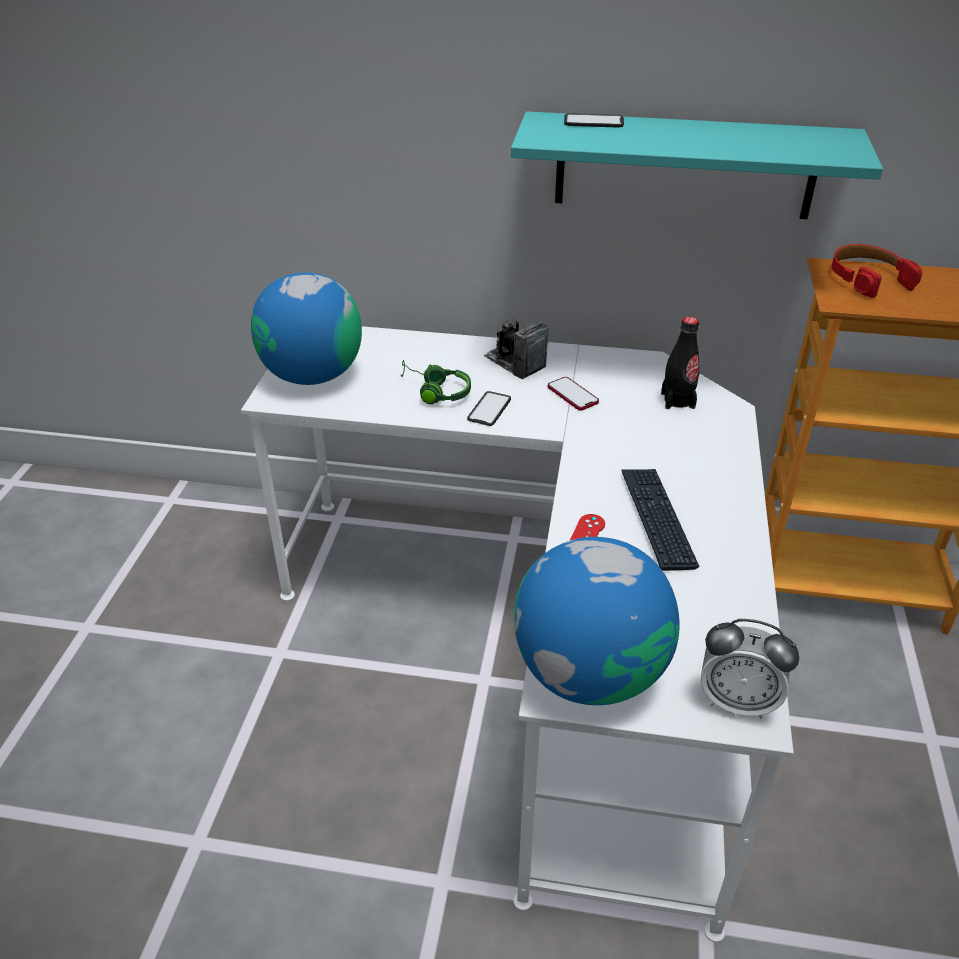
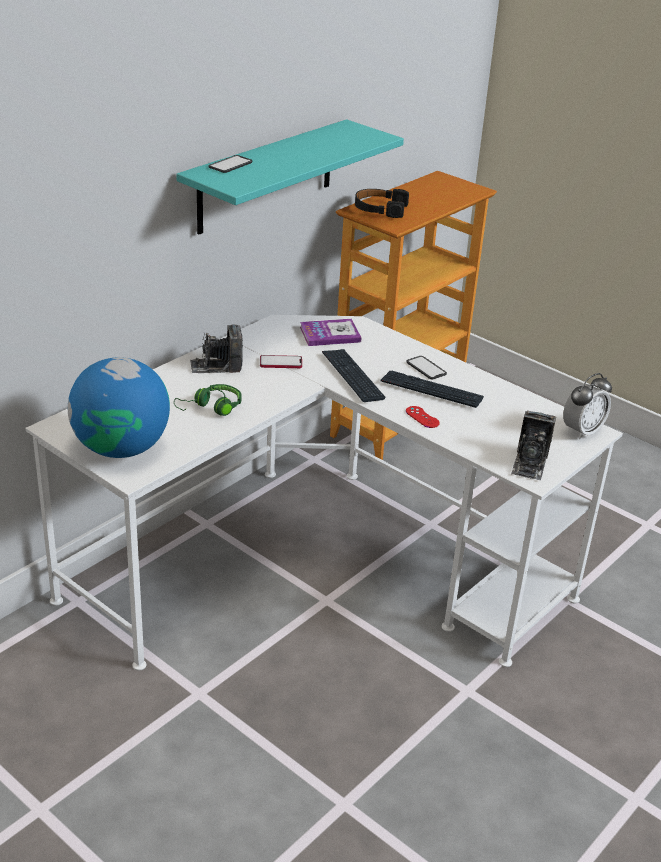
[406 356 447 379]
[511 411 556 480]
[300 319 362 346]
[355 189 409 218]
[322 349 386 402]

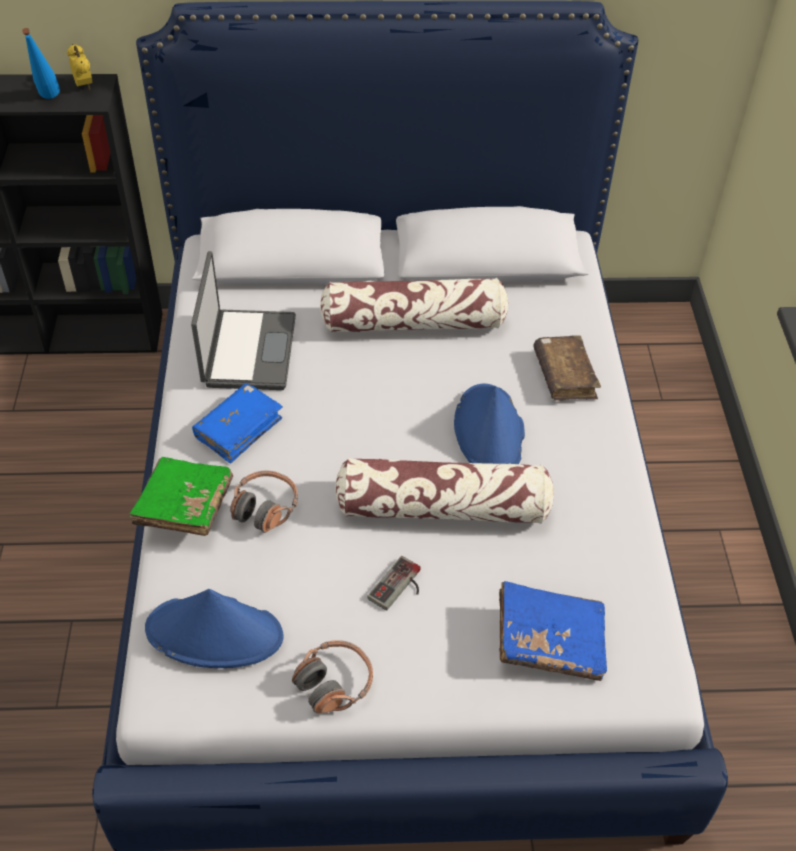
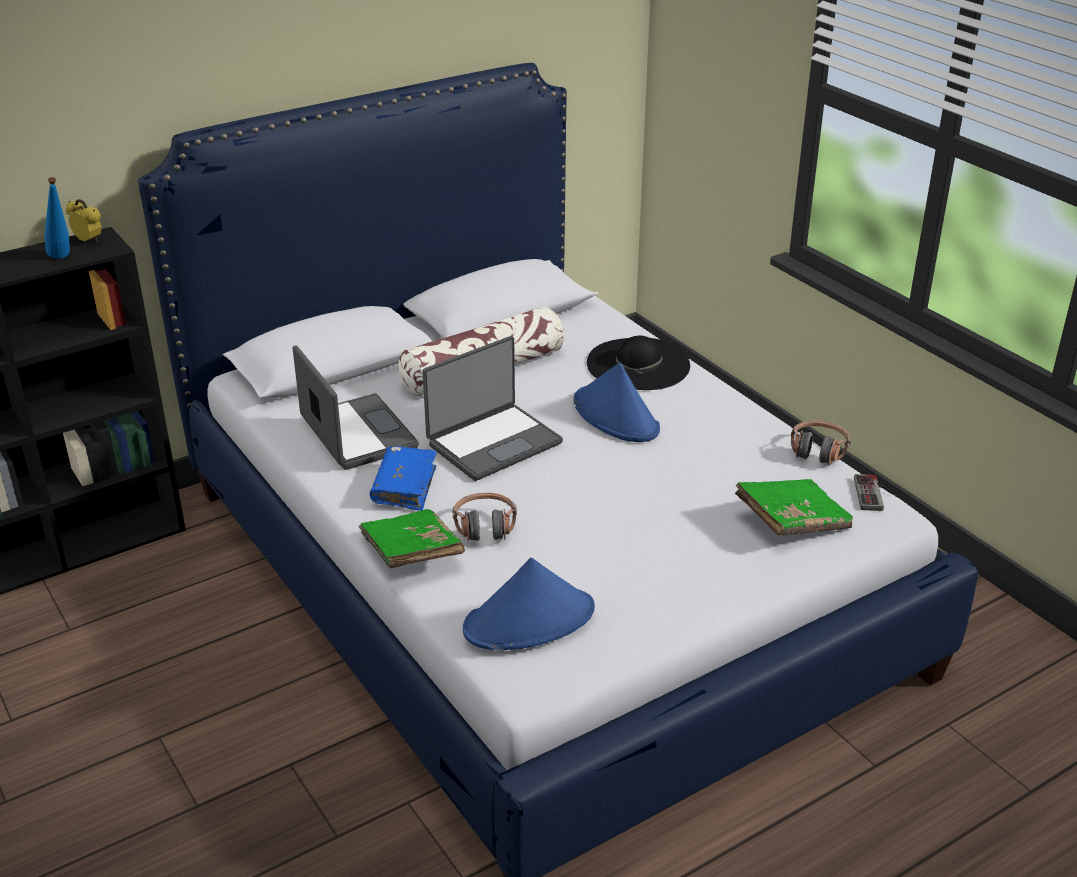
[791 420 851 465]
[335 458 554 524] (first image)
[854 474 892 511]
[735 479 853 536]
[587 335 690 390]
[423 336 563 481]

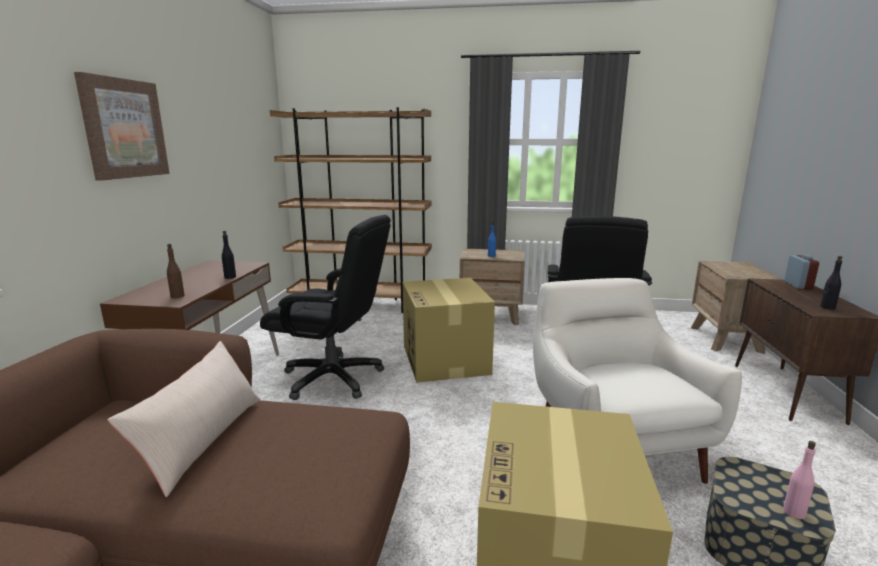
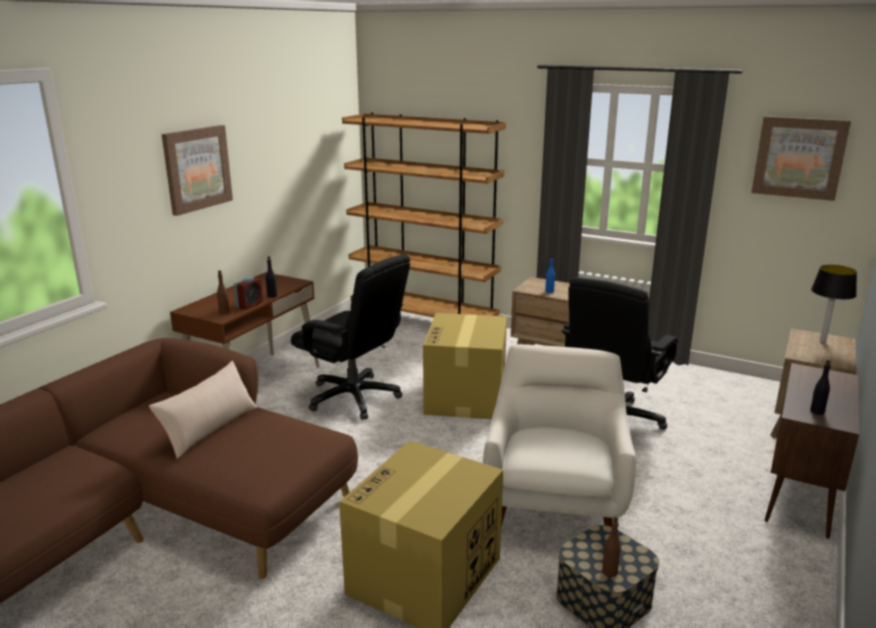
[602 516 621 577]
[234 276 263 310]
[751 116 851 201]
[811 265 857 343]

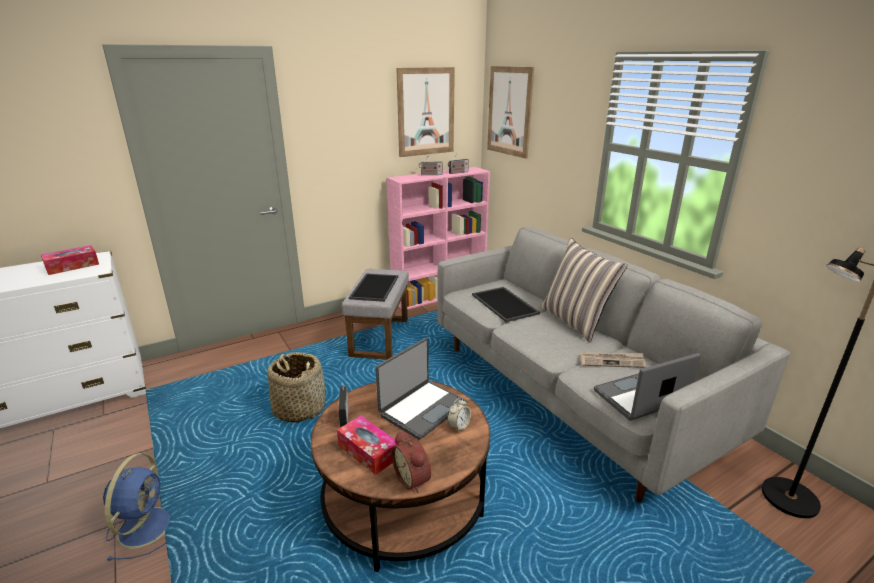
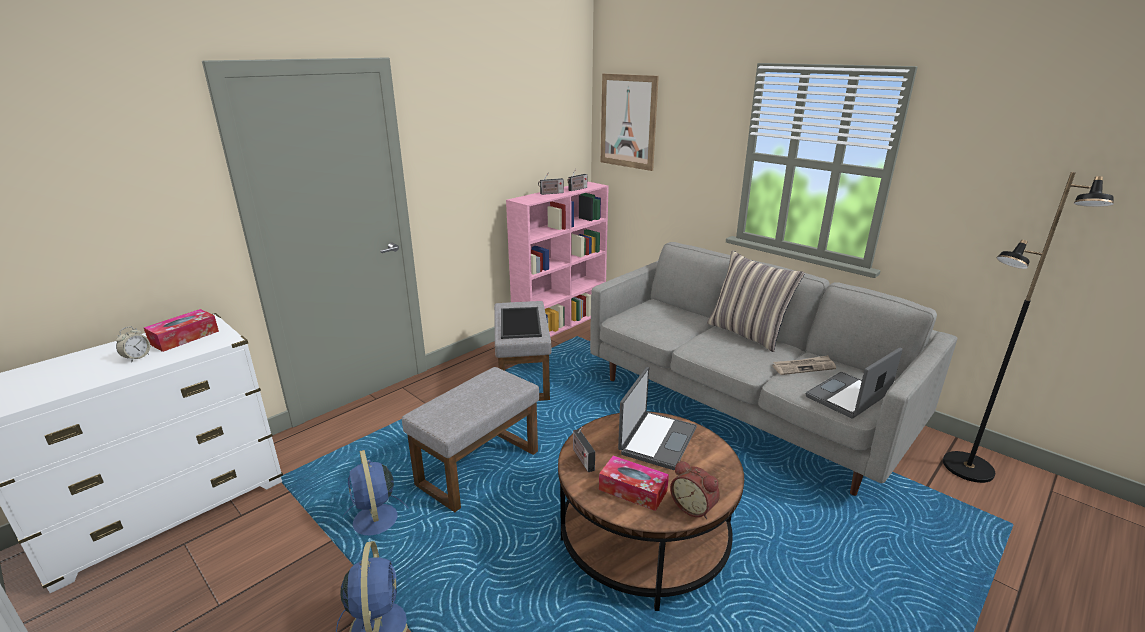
[402 367 539 512]
[396 67 455 157] (first image)
[116 327 150 362]
[472 287 540 322] (first image)
[343 450 409 535]

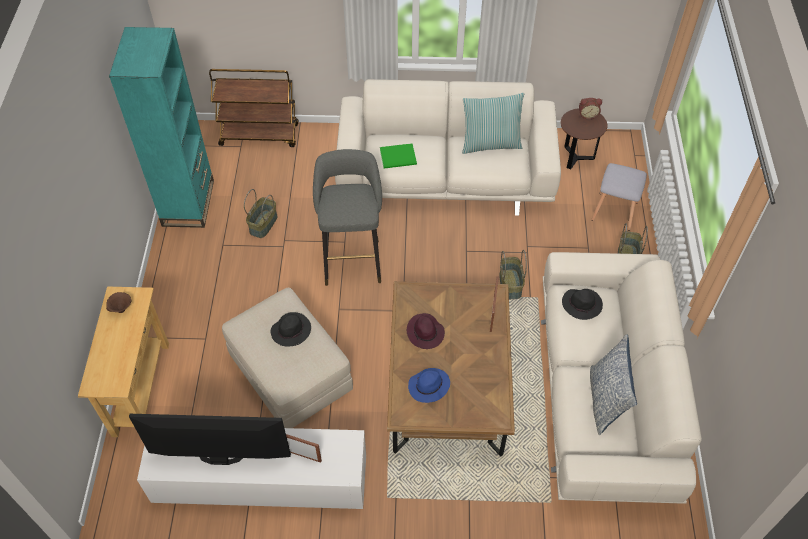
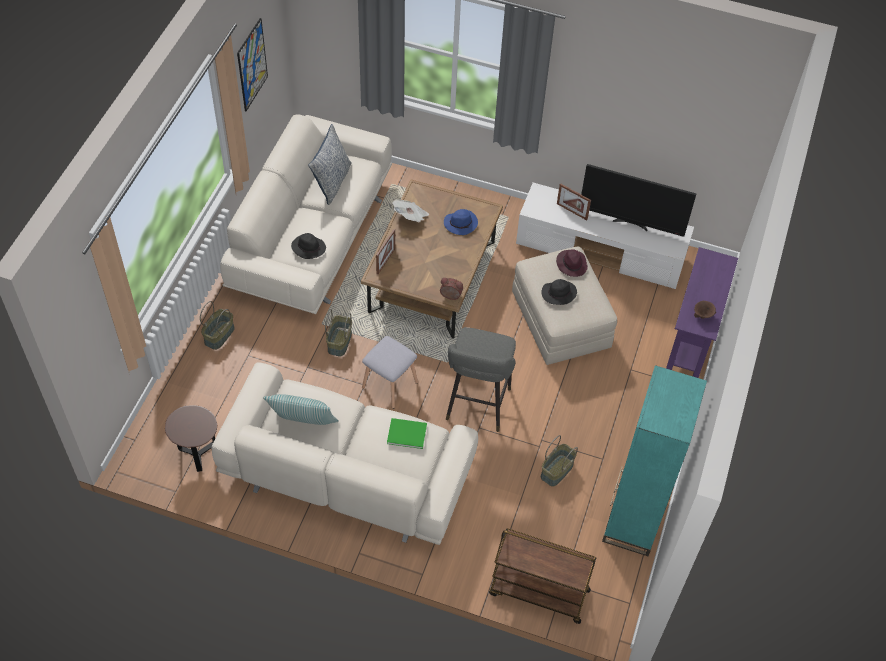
[666 247 738 378]
[556 249 588 277]
[440 278 463 300]
[362 336 418 409]
[237 18 268 111]
[392 199 429 222]

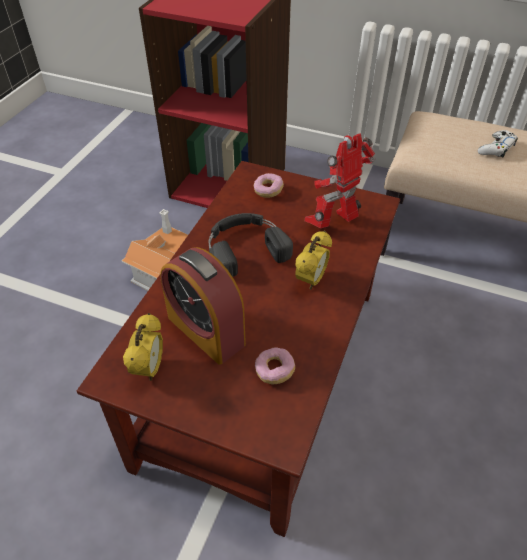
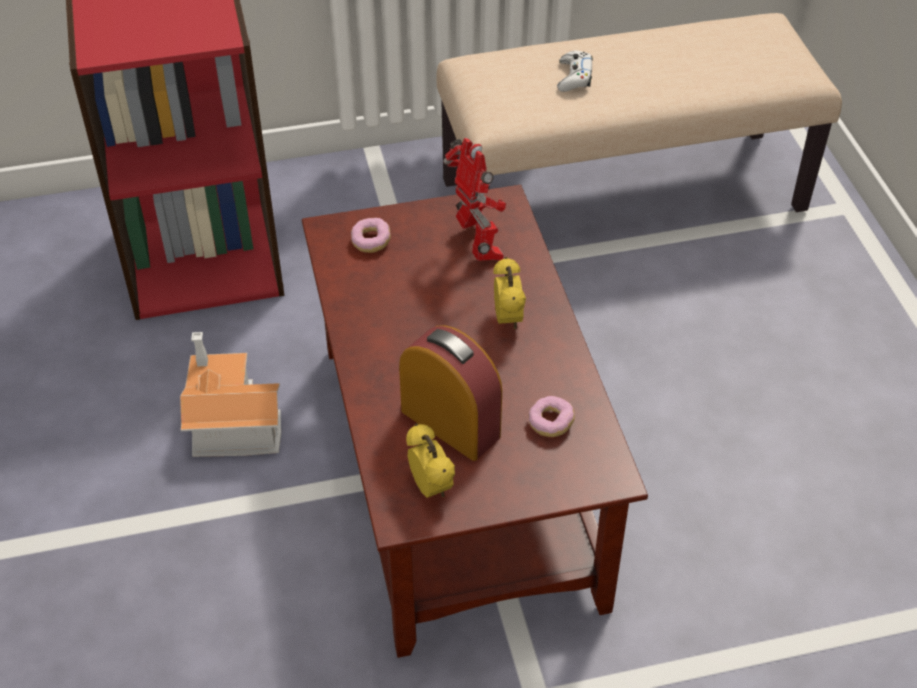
[399 325 502 461]
[208 213 293 277] (first image)
[443 138 506 261]

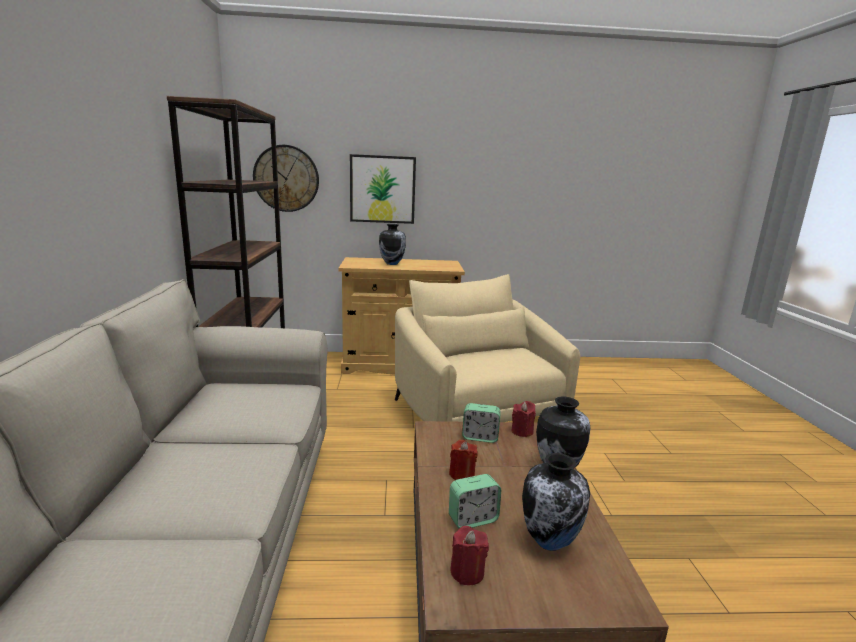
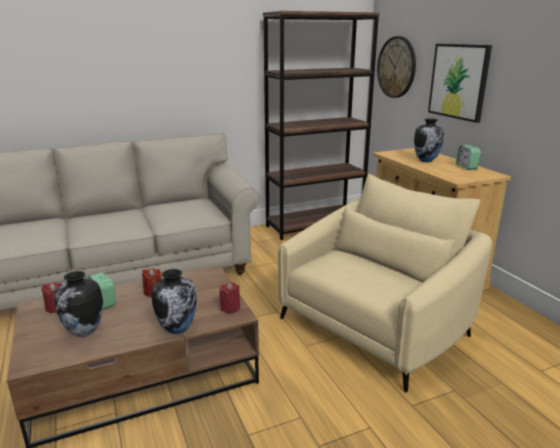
[456 145 481 170]

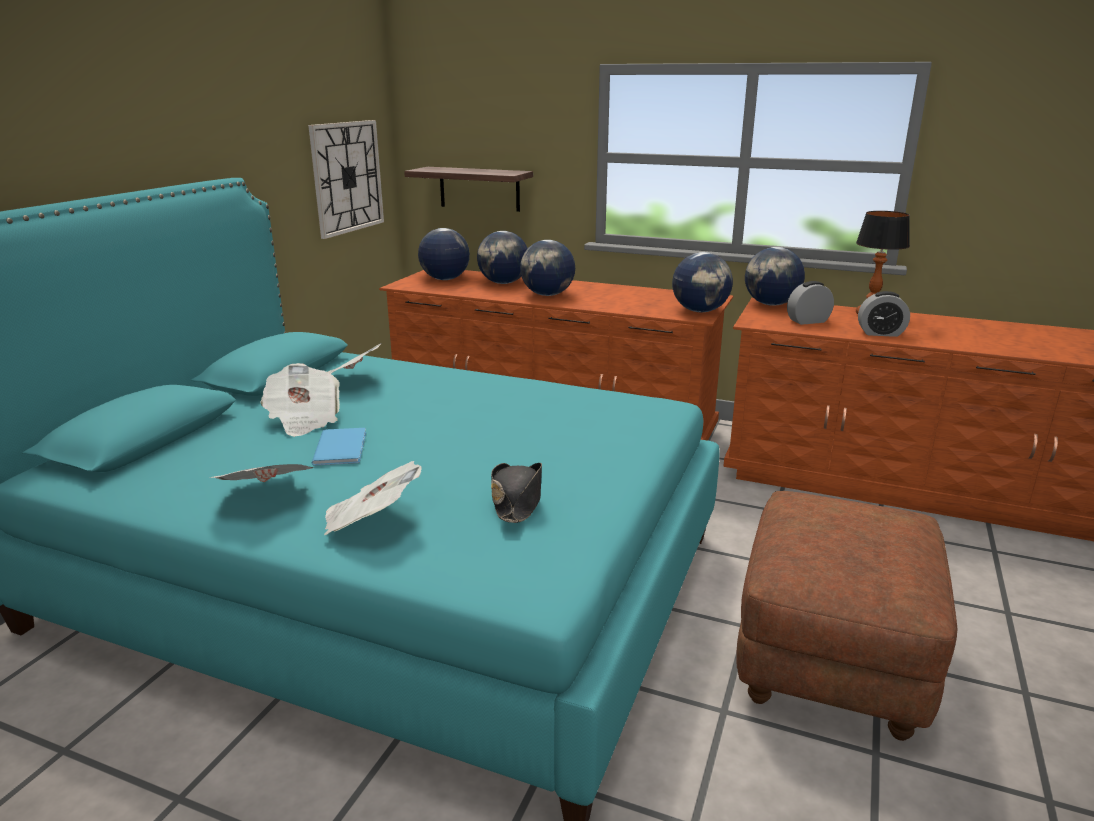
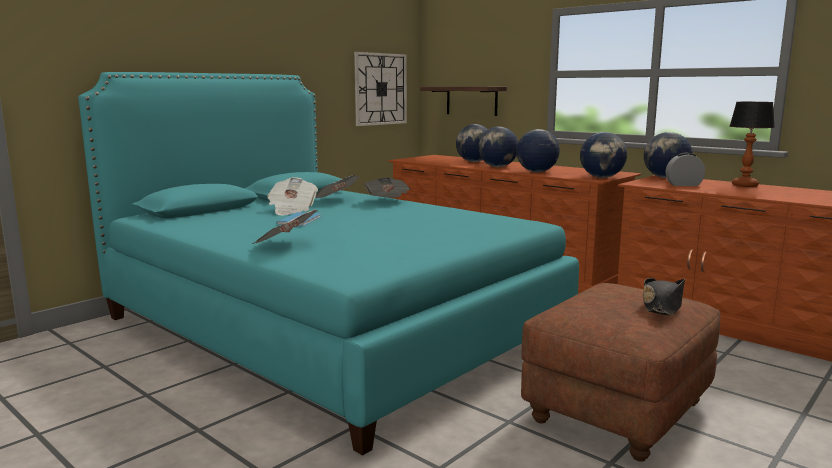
[363 178 410 198]
[516 129 560 172]
[643 278 685 316]
[858 291 910 337] (first image)

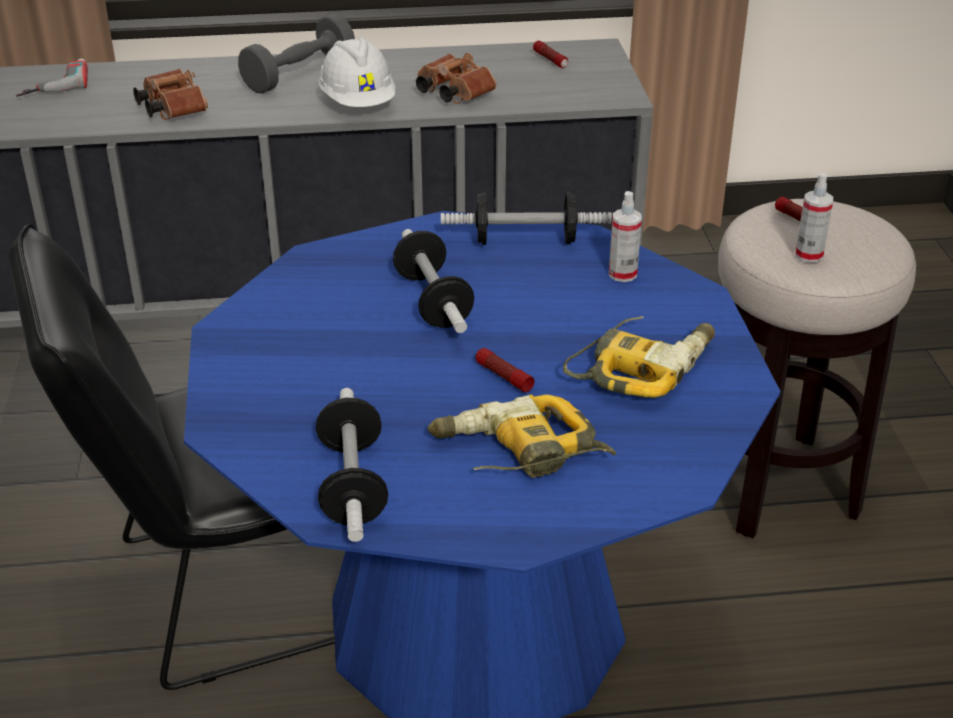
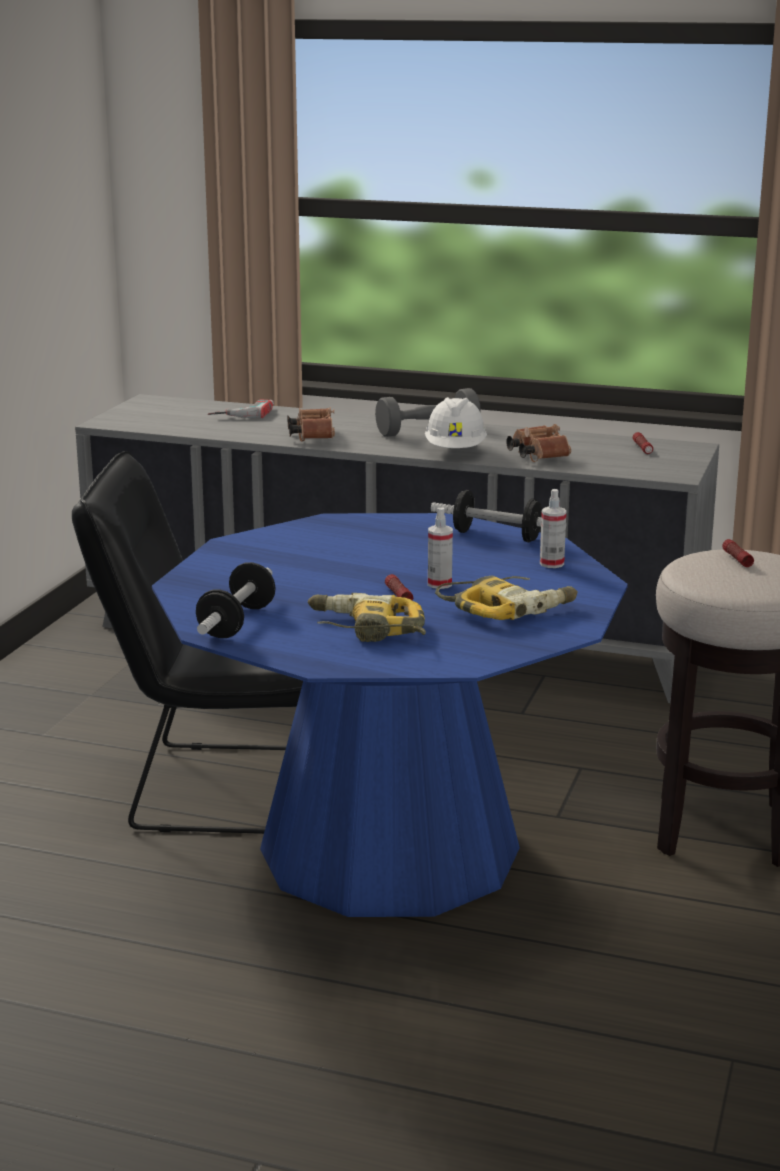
[393 229 474 333] (first image)
[428 508 453 589]

